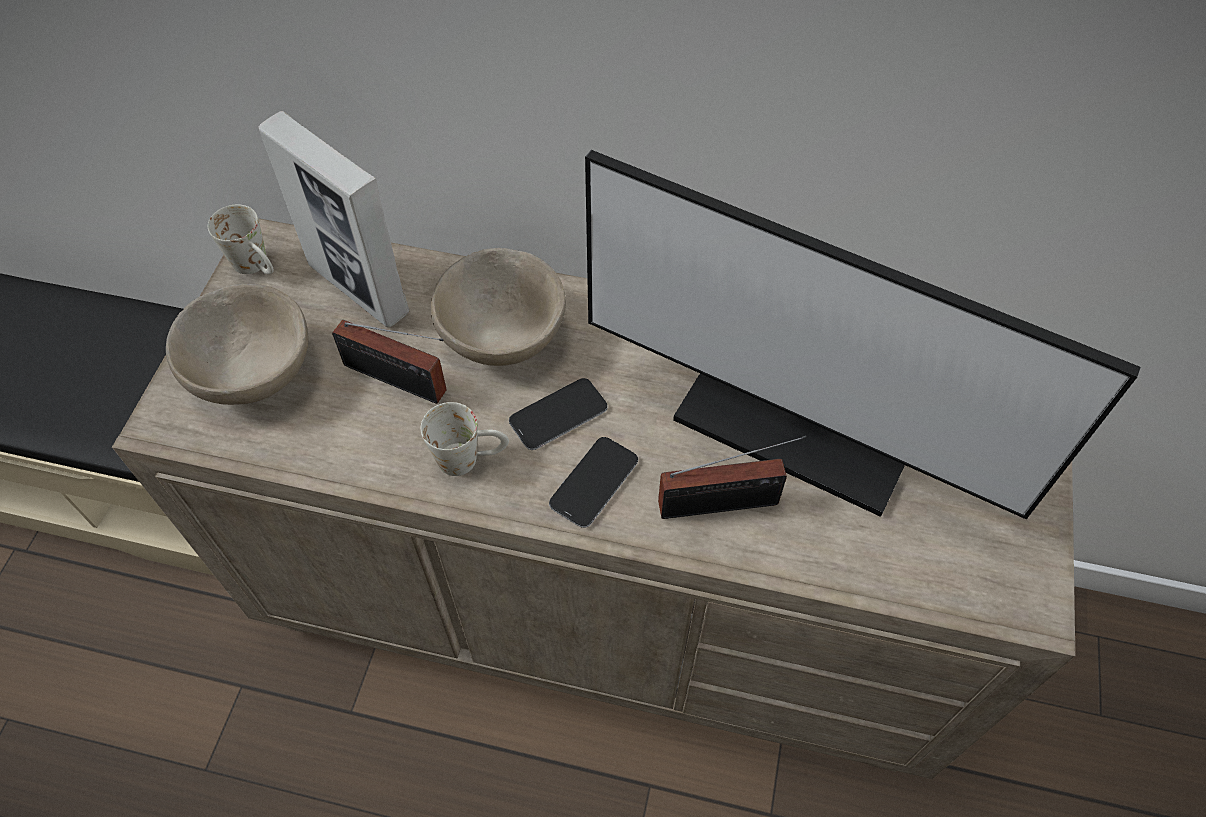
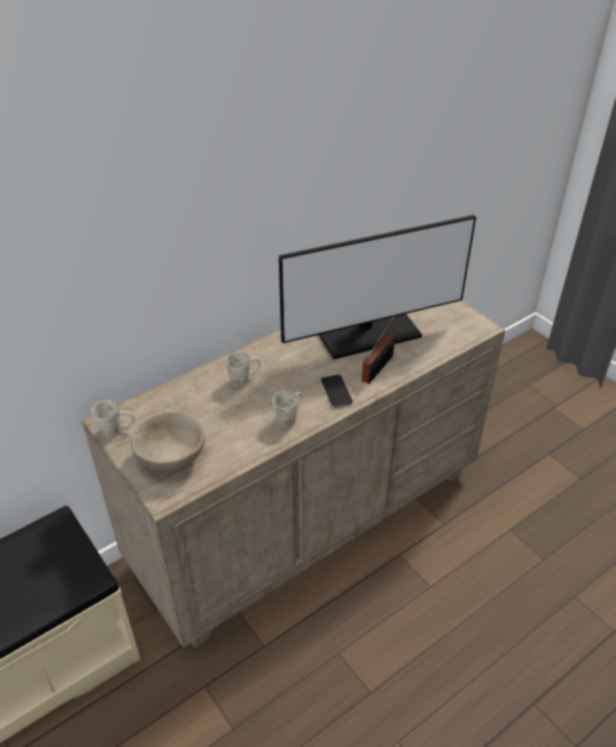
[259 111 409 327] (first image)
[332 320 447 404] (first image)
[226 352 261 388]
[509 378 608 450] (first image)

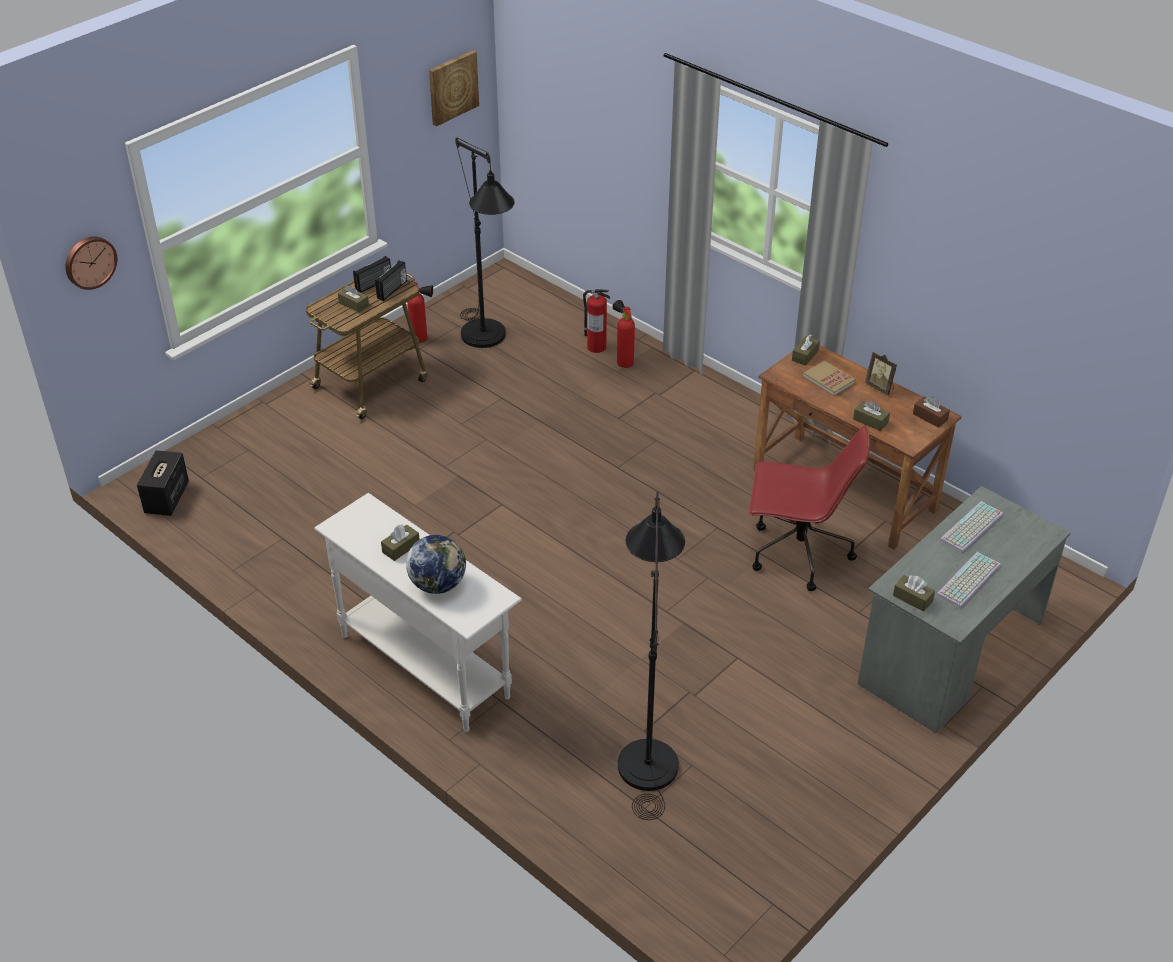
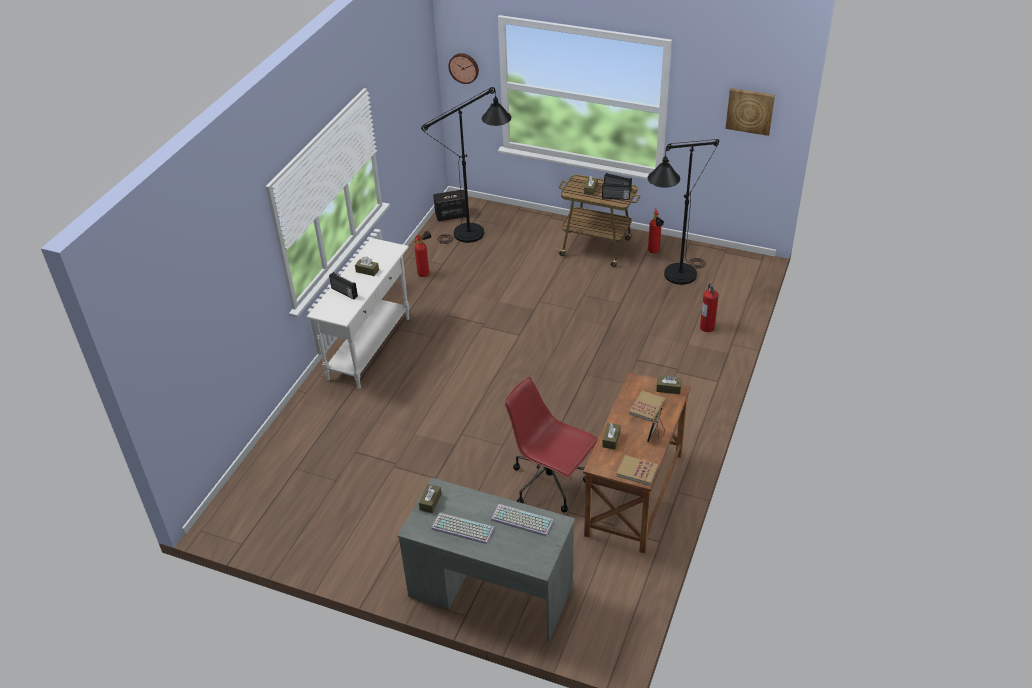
[329 272 358 300]
[415 231 431 277]
[421 87 511 244]
[505 377 598 513]
[617 455 658 486]

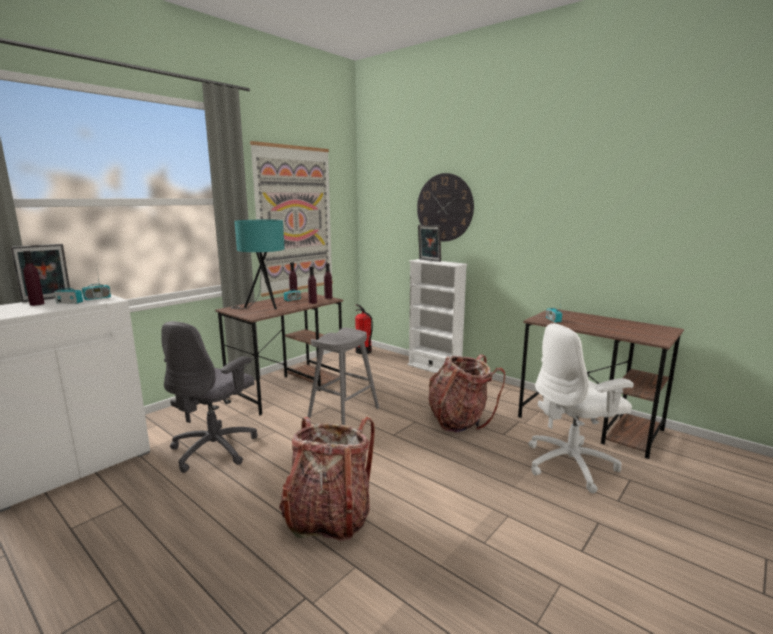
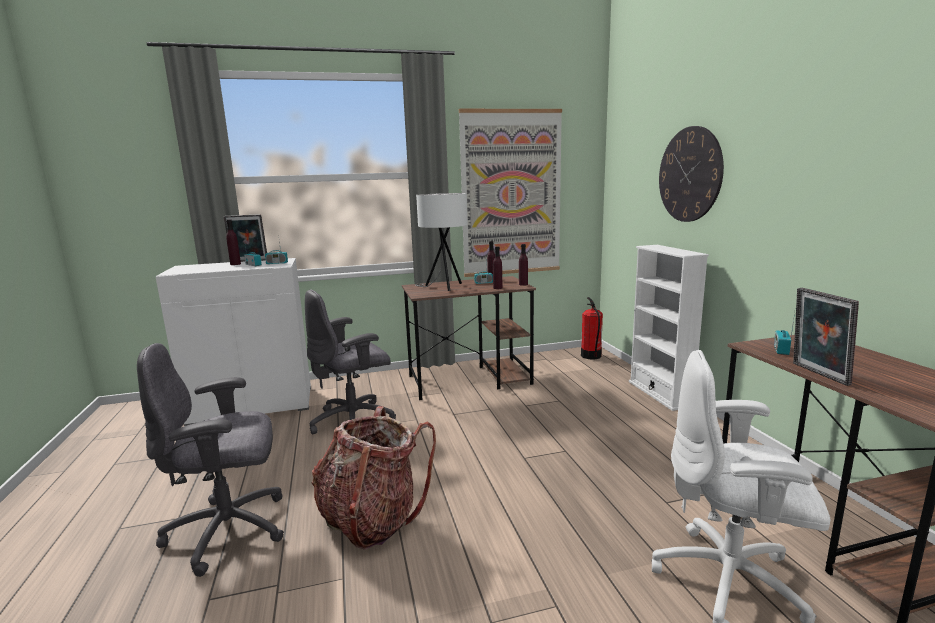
[415 193 467 291]
[307 328 379 425] (first image)
[793 288 859 386]
[428 355 505 432] (first image)
[137 343 284 577]

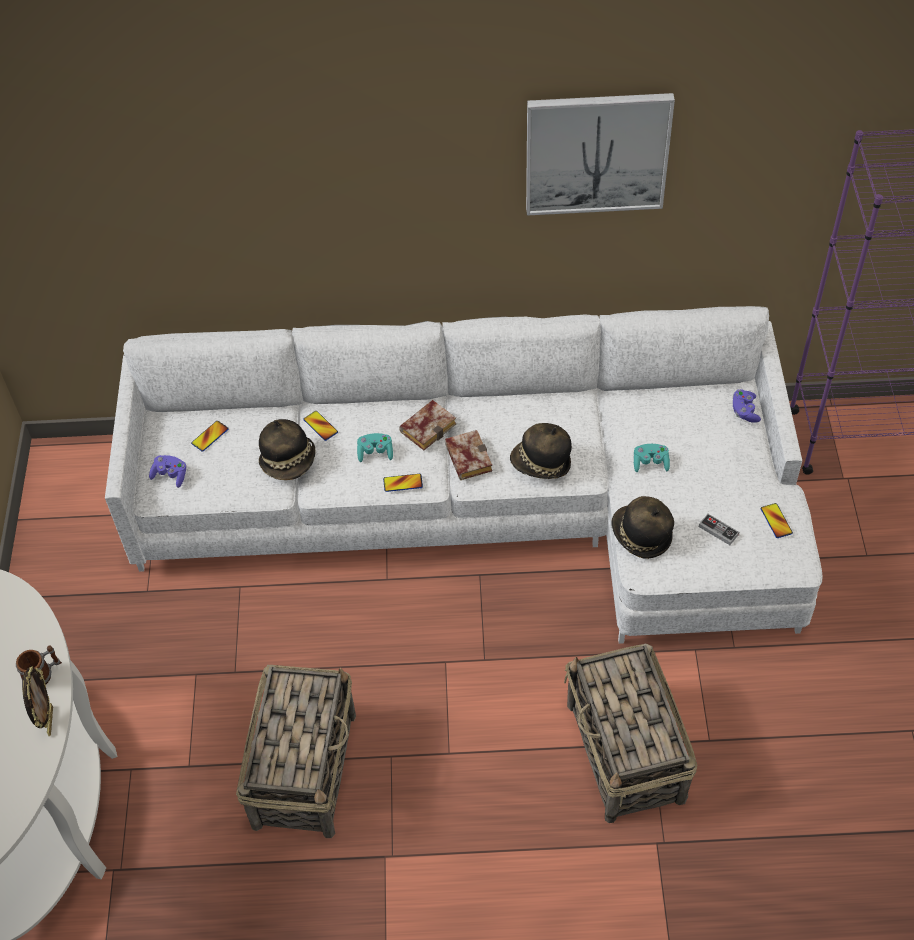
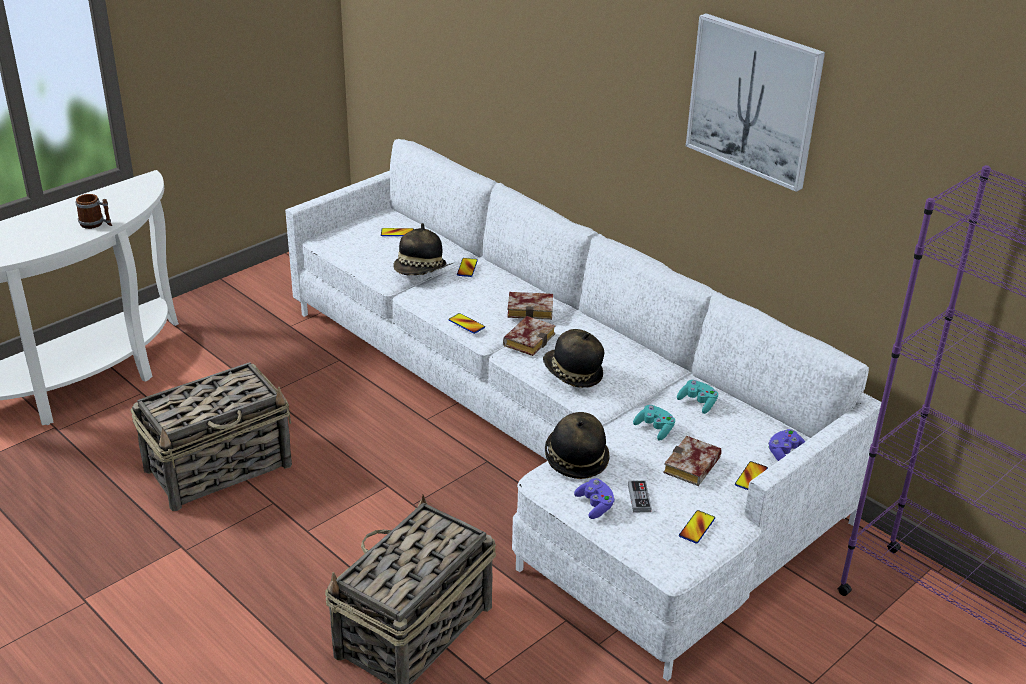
[22 667 53 736] (first image)
[574 478 615 519]
[677 380 718 414]
[663 436 722 486]
[735 461 768 490]

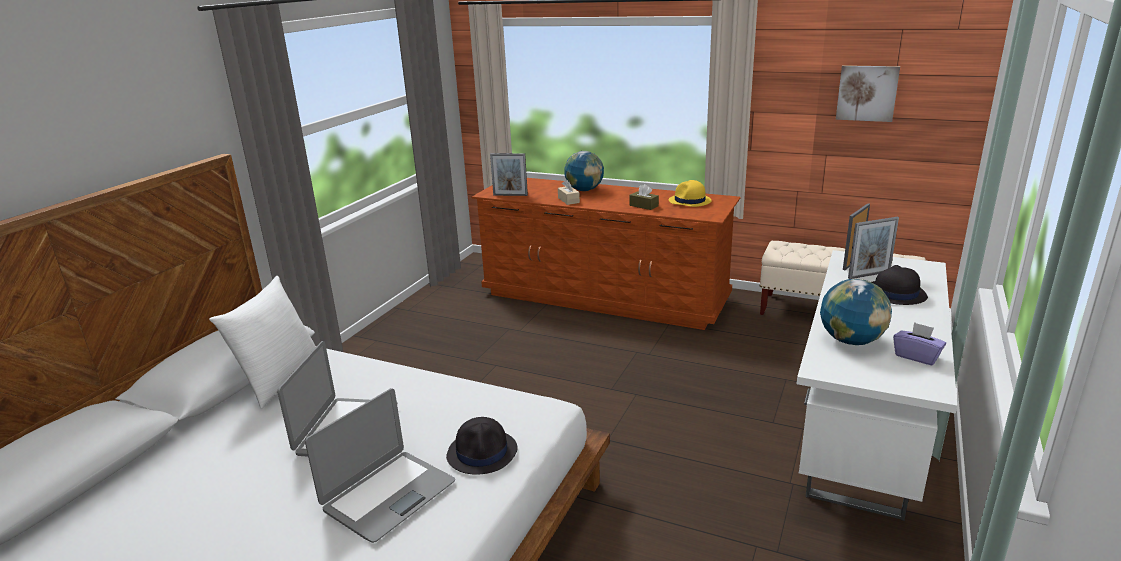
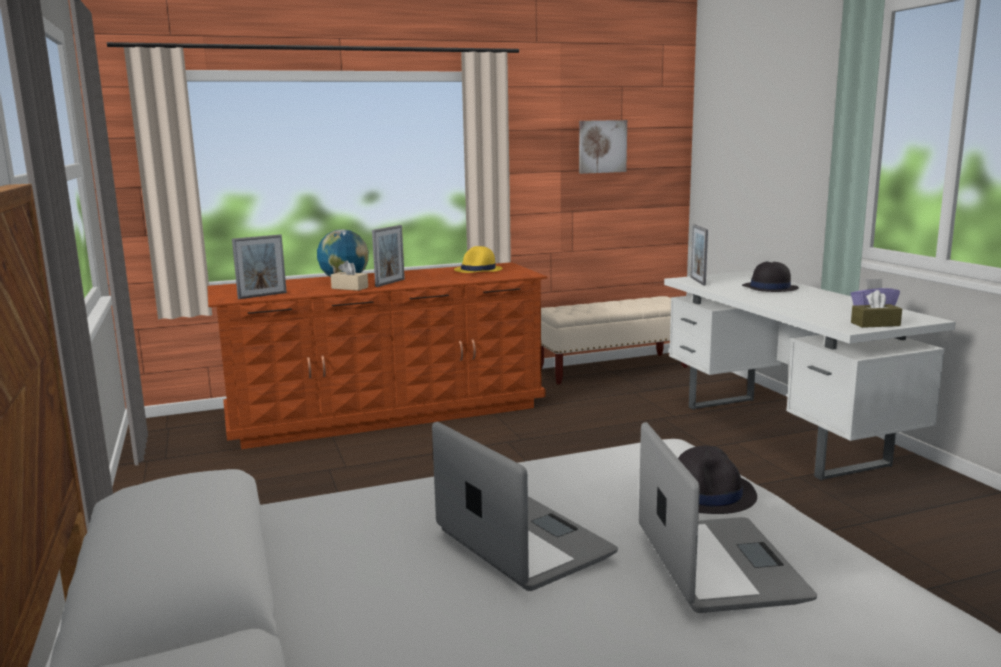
[209 276 316 409] (first image)
[851 290 902 328]
[820 279 892 345] (first image)
[372 225 405 287]

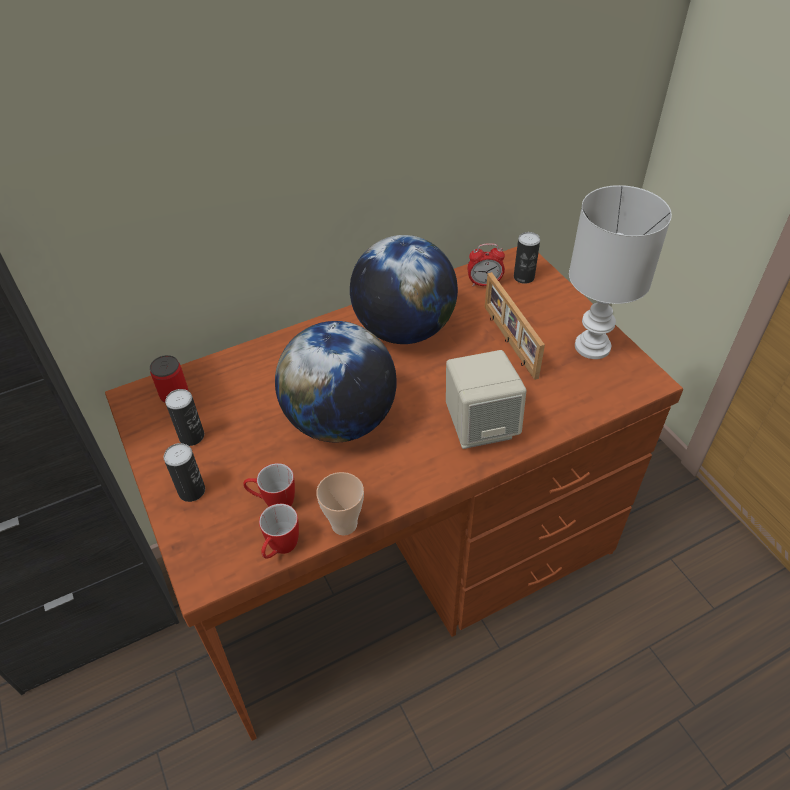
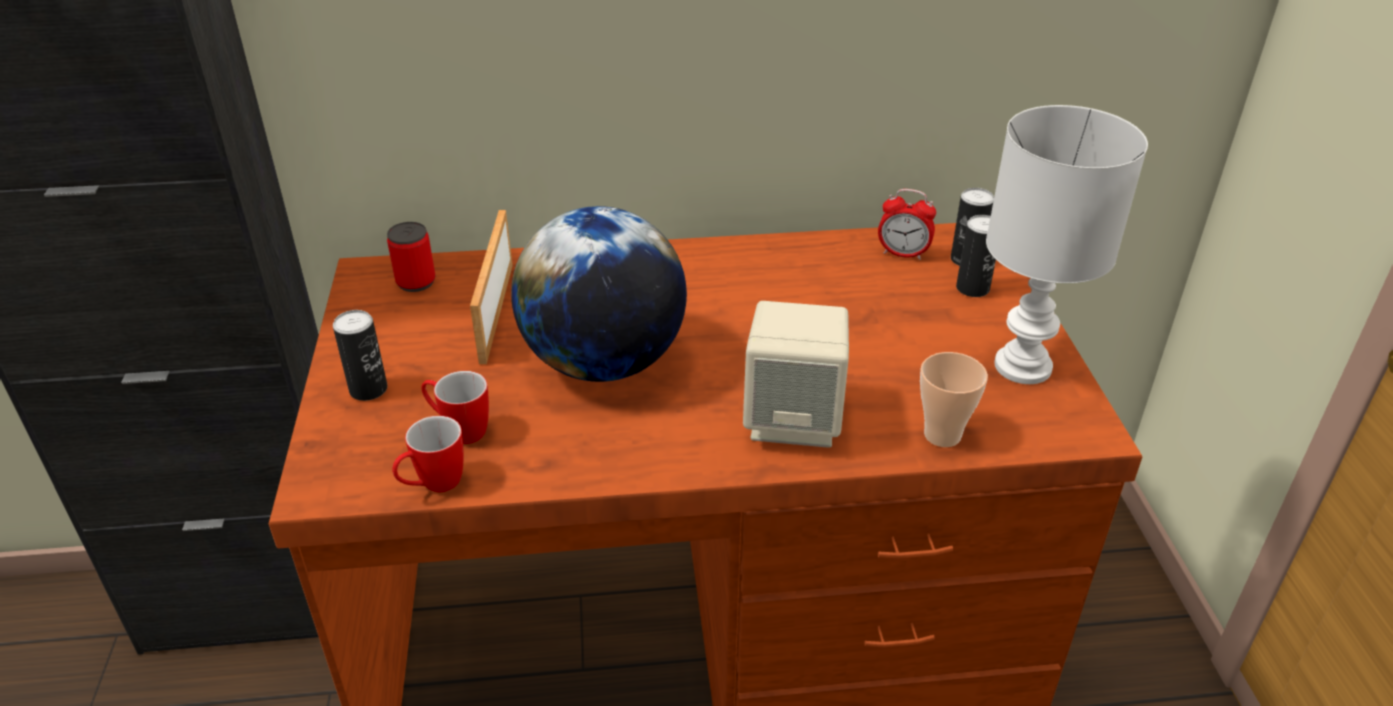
[956 215 996 297]
[920 352 988 447]
[350 235 458 344] (first image)
[470 210 513 364]

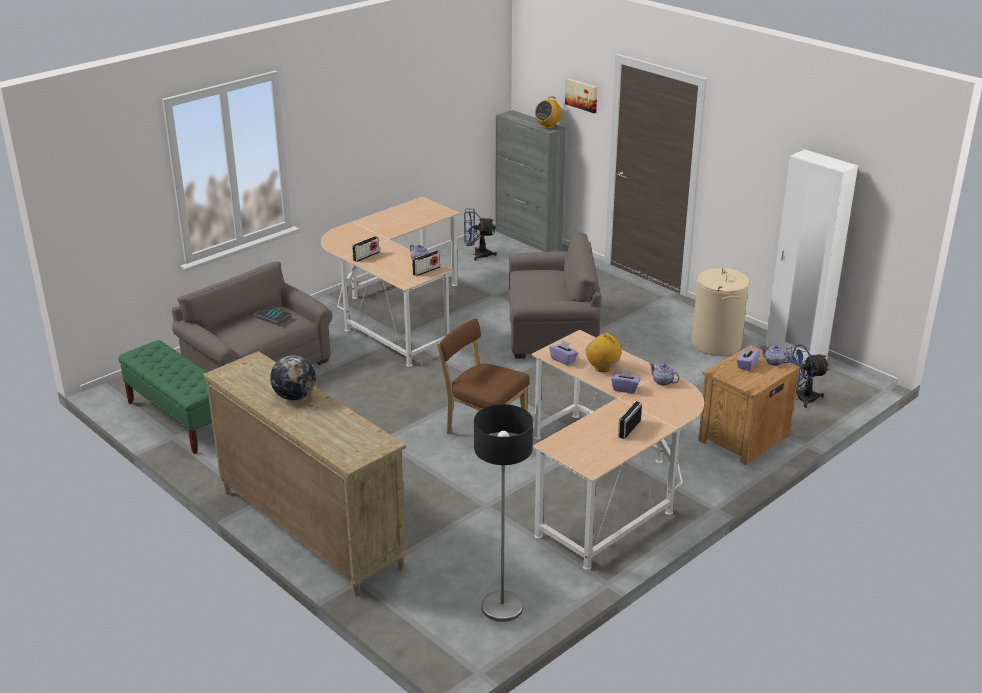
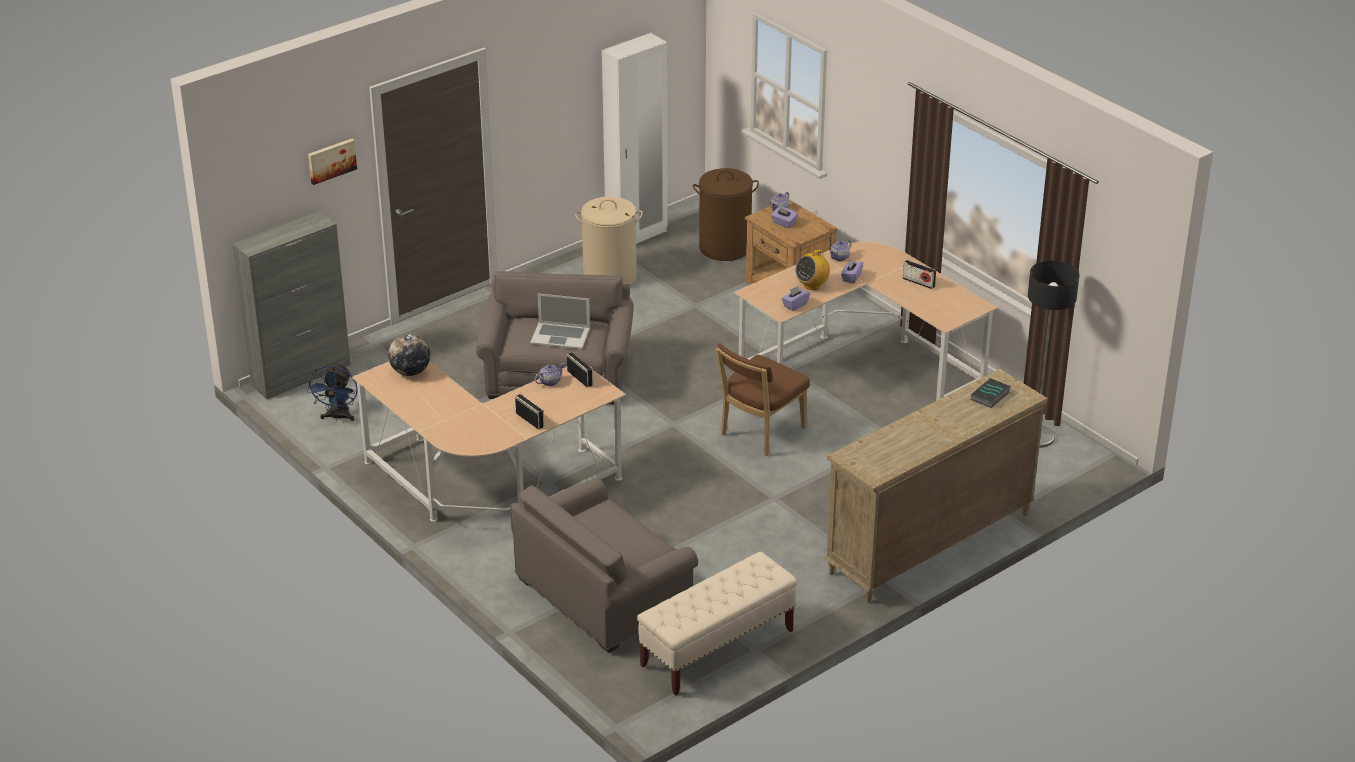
[637 552 797 696]
[971 378 1011 408]
[388 334 430 376]
[535 96 562 129] (first image)
[693 168 759 261]
[530 294 590 349]

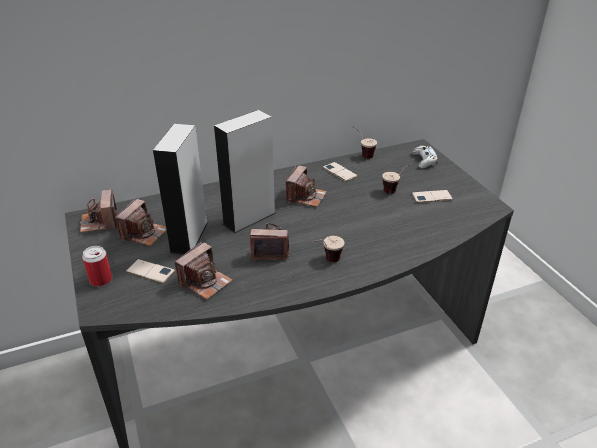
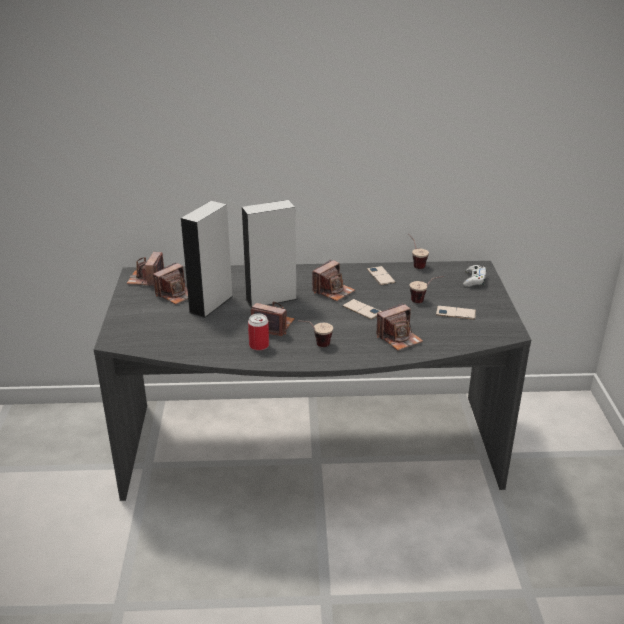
[248 314 269 351]
[342 299 382 319]
[376 303 423 351]

